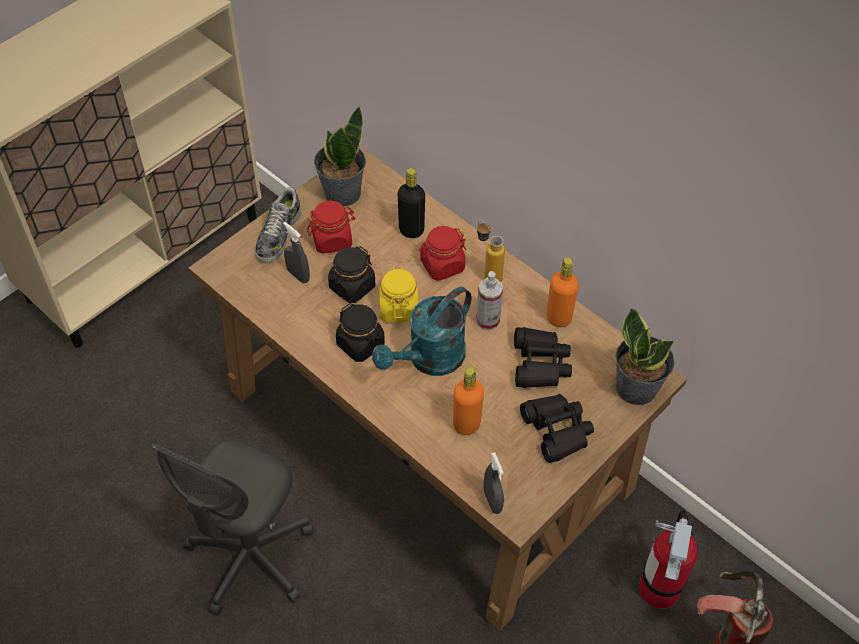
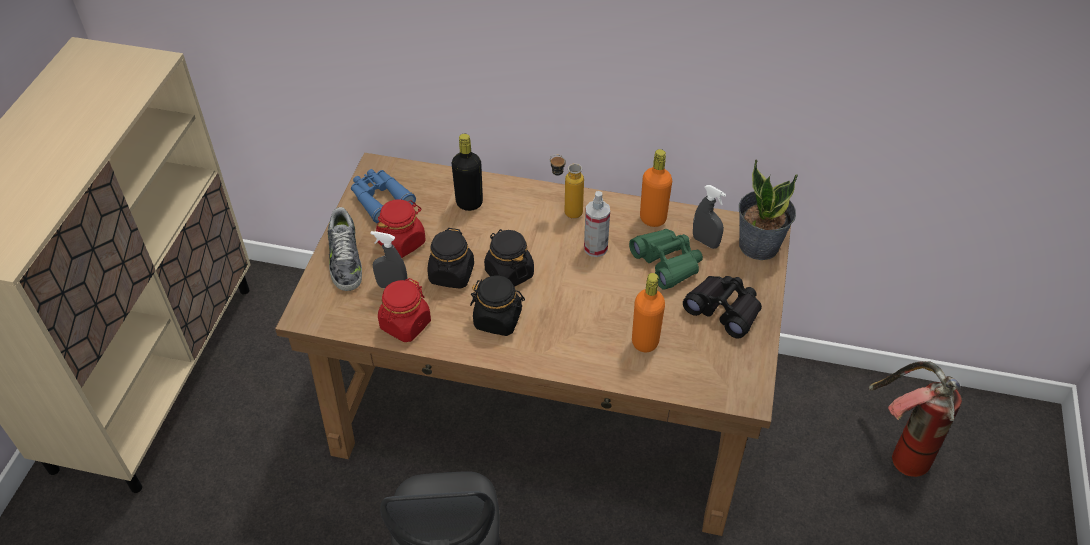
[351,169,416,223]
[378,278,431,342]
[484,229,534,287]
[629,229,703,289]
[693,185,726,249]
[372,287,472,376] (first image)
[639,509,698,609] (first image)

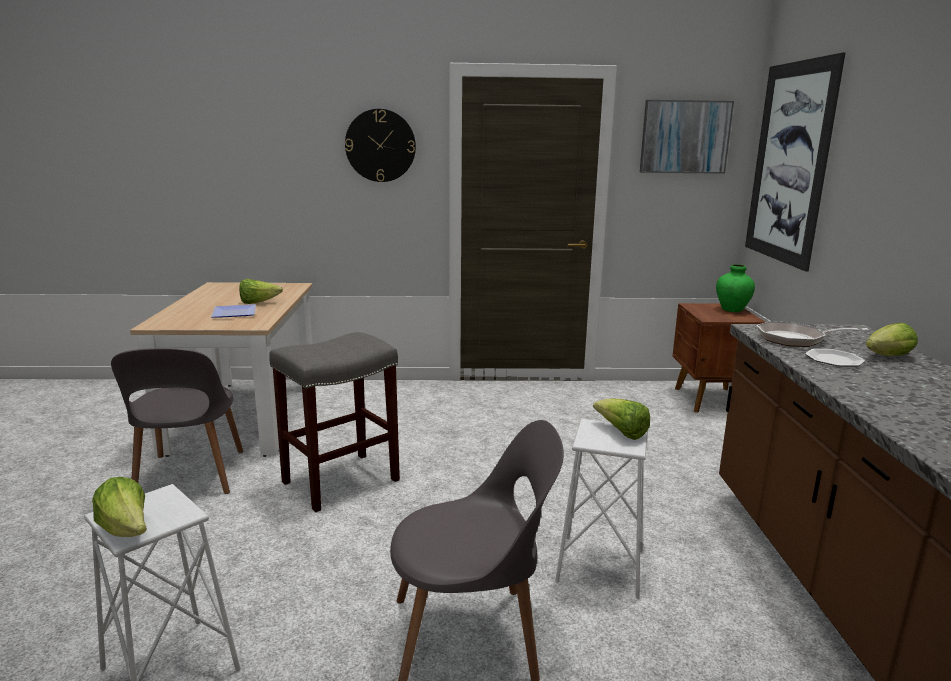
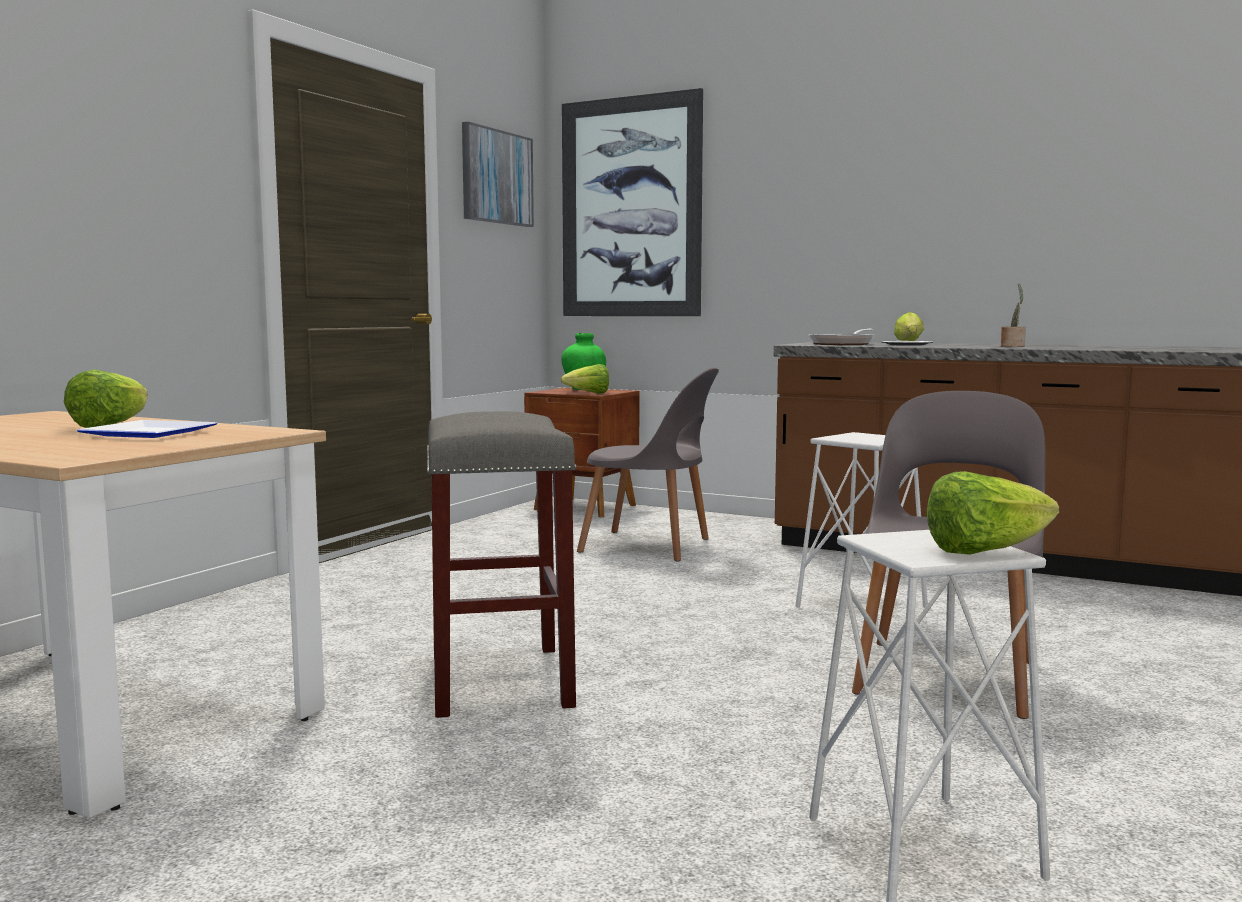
[561,364,609,394]
[577,368,719,561]
[1001,283,1026,347]
[345,109,416,182] (first image)

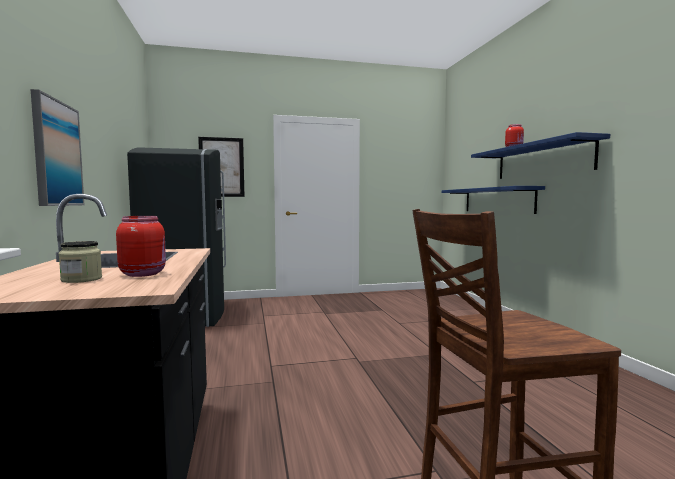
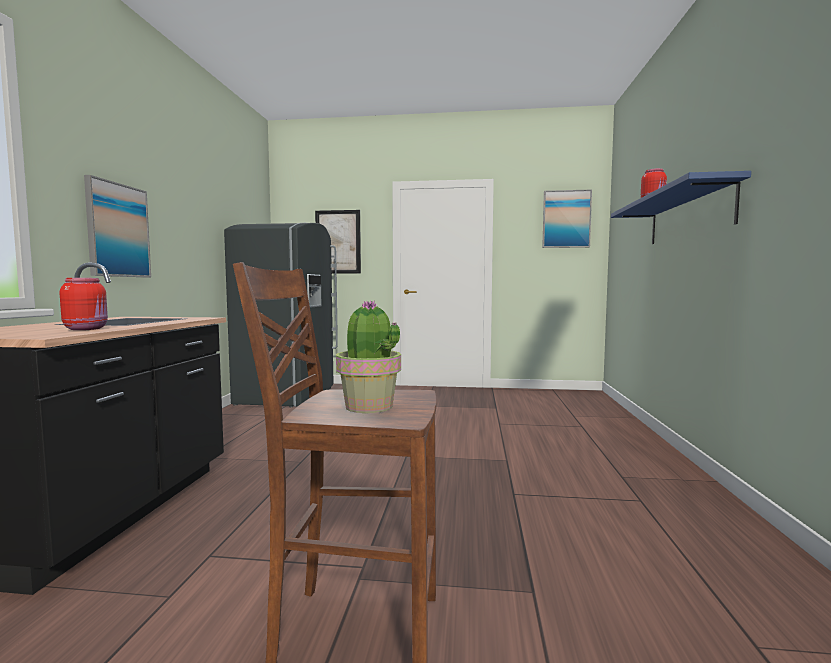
[336,300,401,413]
[542,190,592,248]
[59,241,102,283] (first image)
[442,186,545,214] (first image)

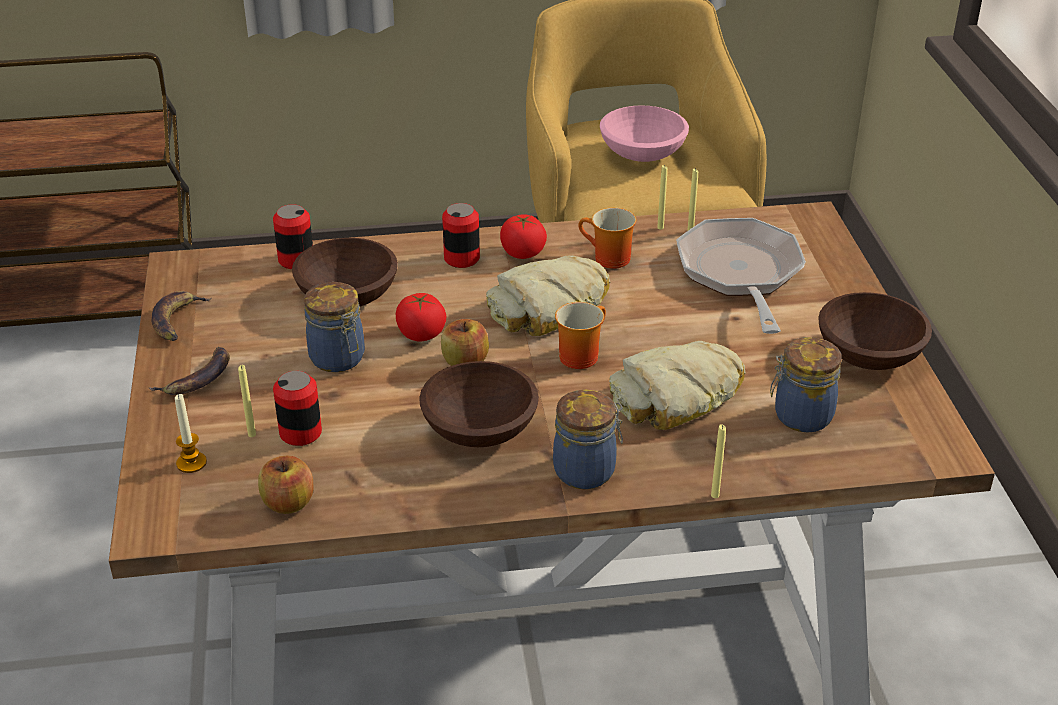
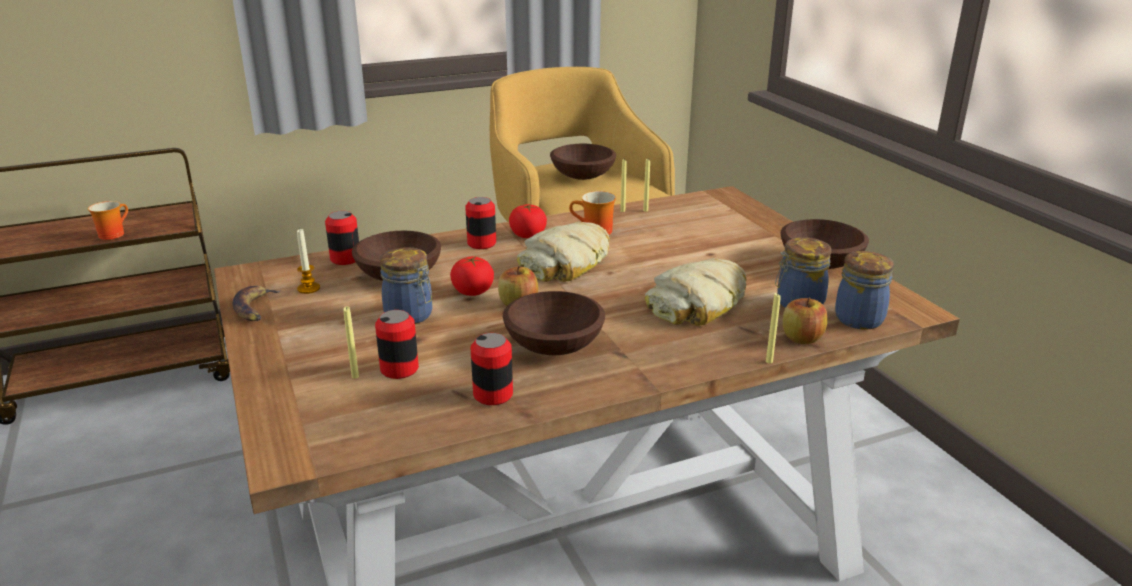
[88,201,128,240]
[297,229,320,294]
[471,333,513,405]
[550,144,616,180]
[783,298,827,344]
[835,251,894,330]
[149,347,230,395] (first image)
[676,218,806,334] (first image)

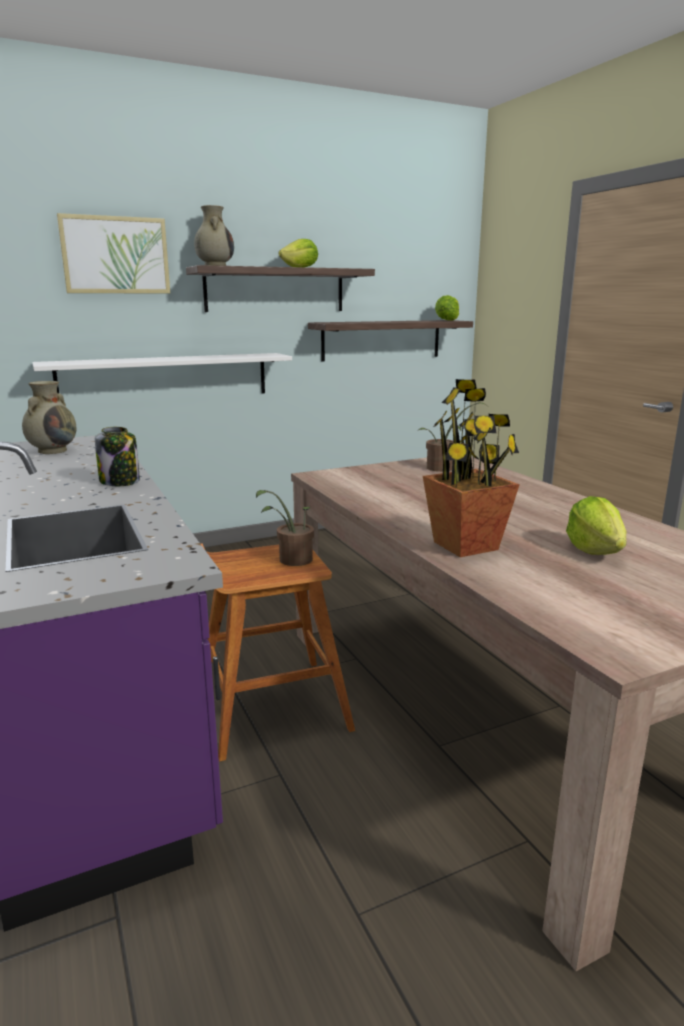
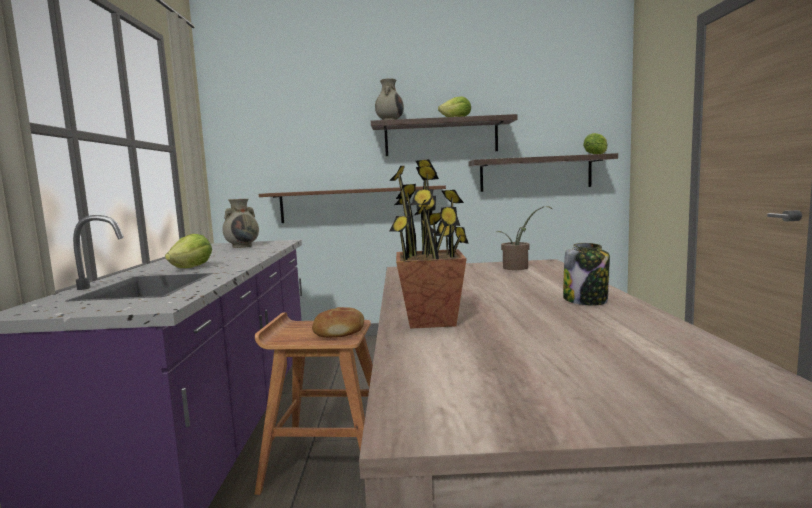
[165,234,212,268]
[259,185,446,223]
[312,307,364,338]
[563,243,610,305]
[57,213,170,294] (first image)

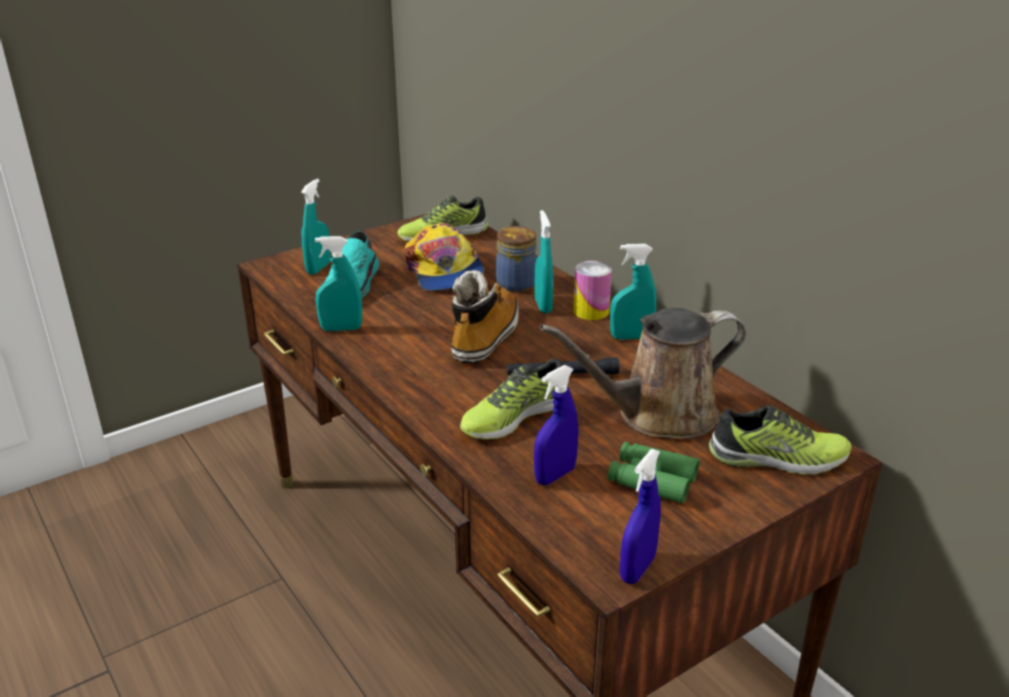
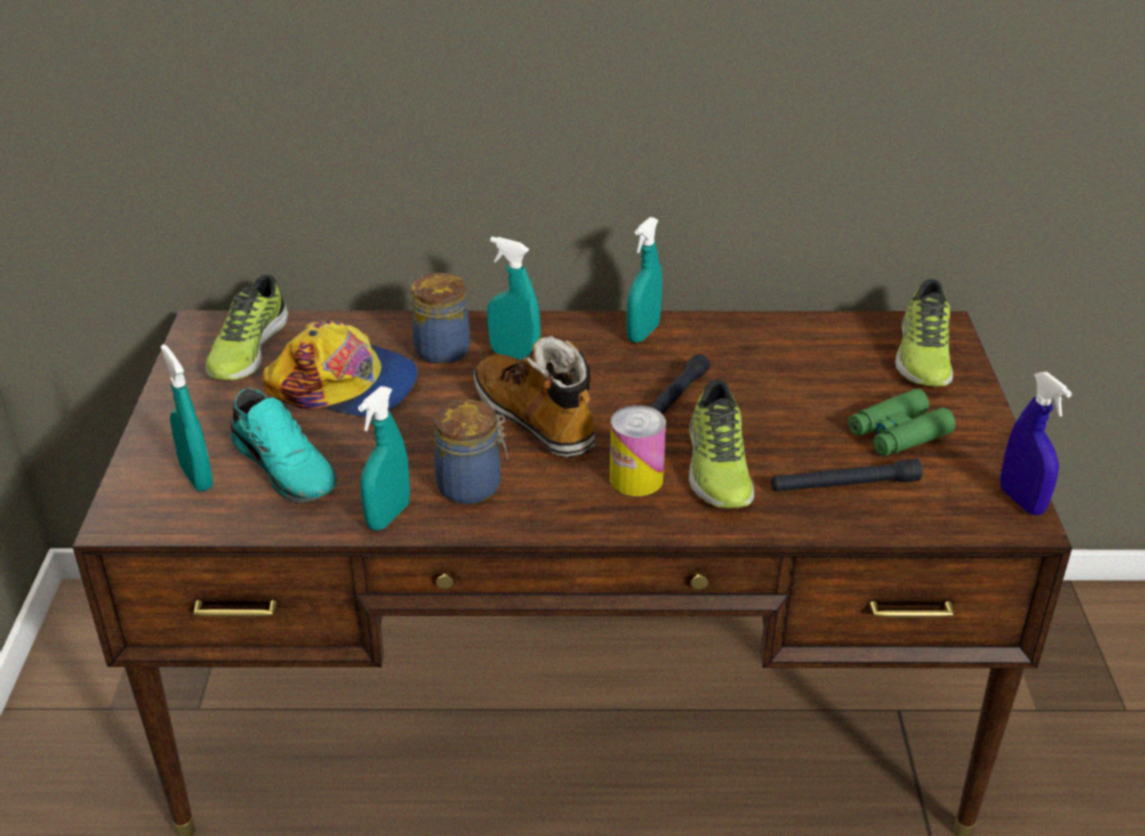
[434,400,508,504]
[610,405,666,496]
[771,459,922,492]
[895,279,953,387]
[540,308,746,439] (first image)

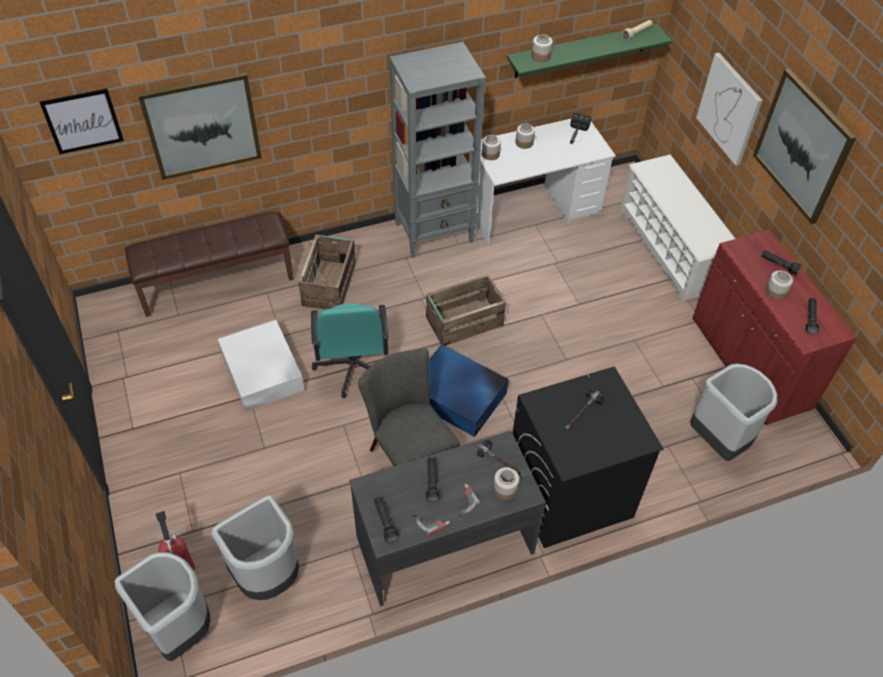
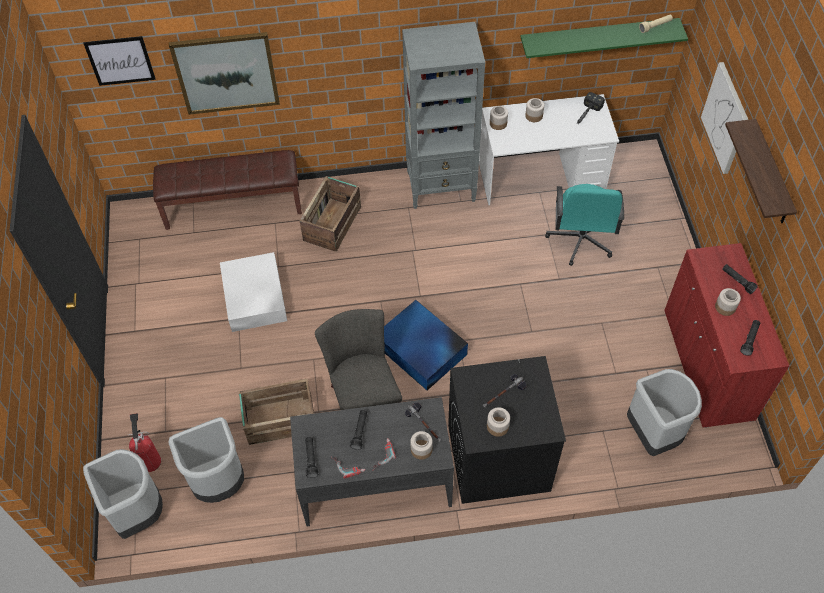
[239,379,314,445]
[487,407,510,437]
[545,184,624,266]
[725,119,797,223]
[620,155,735,303] (first image)

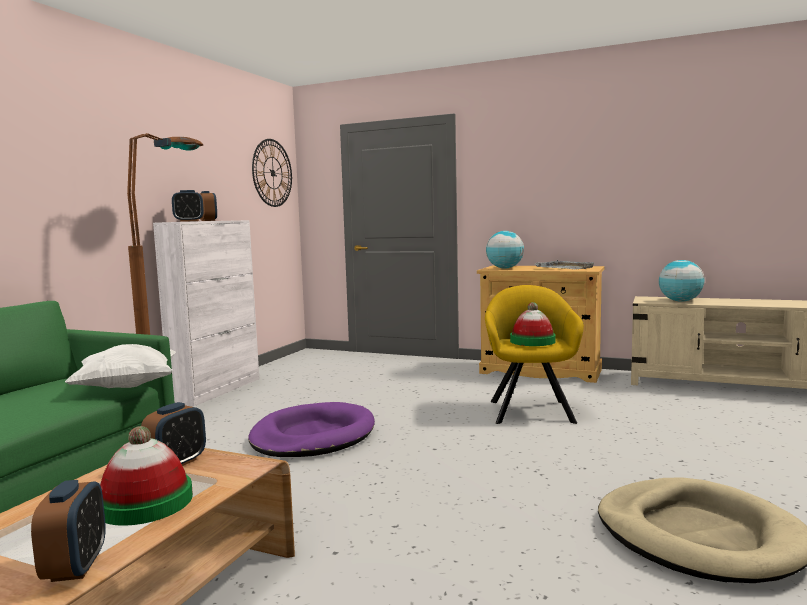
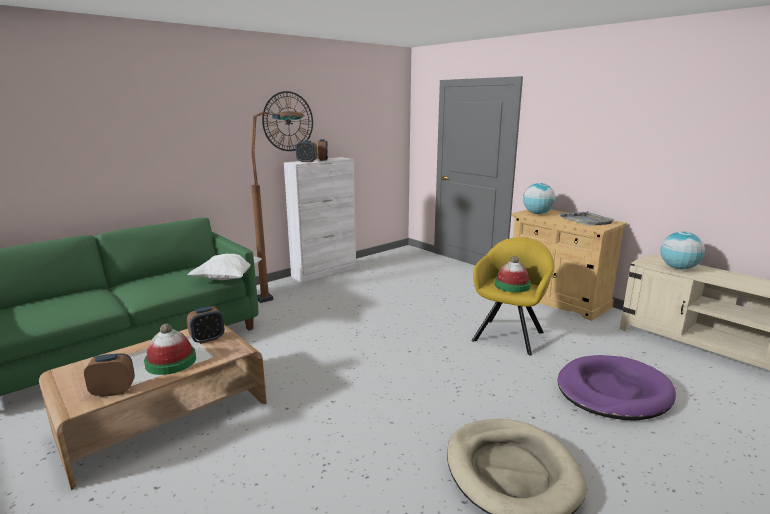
[84,353,135,397]
[262,91,313,151]
[558,355,676,421]

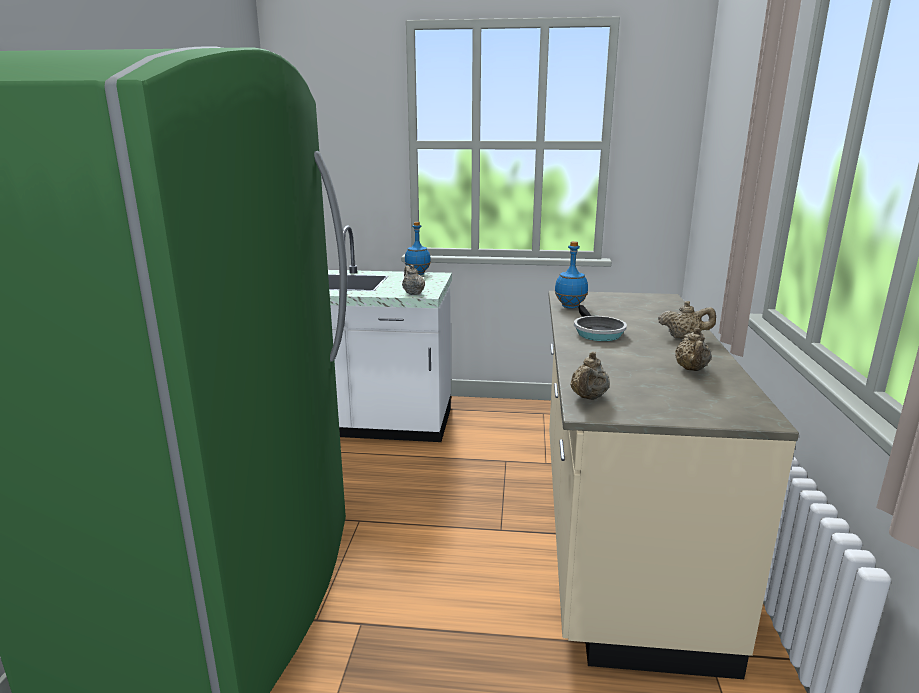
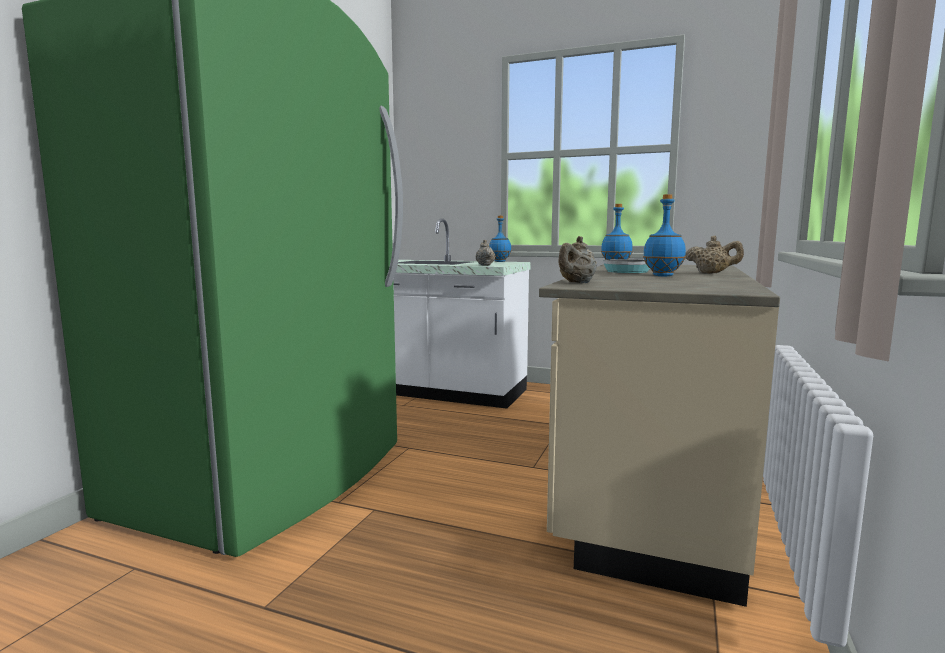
[643,194,686,276]
[675,328,711,371] (first image)

